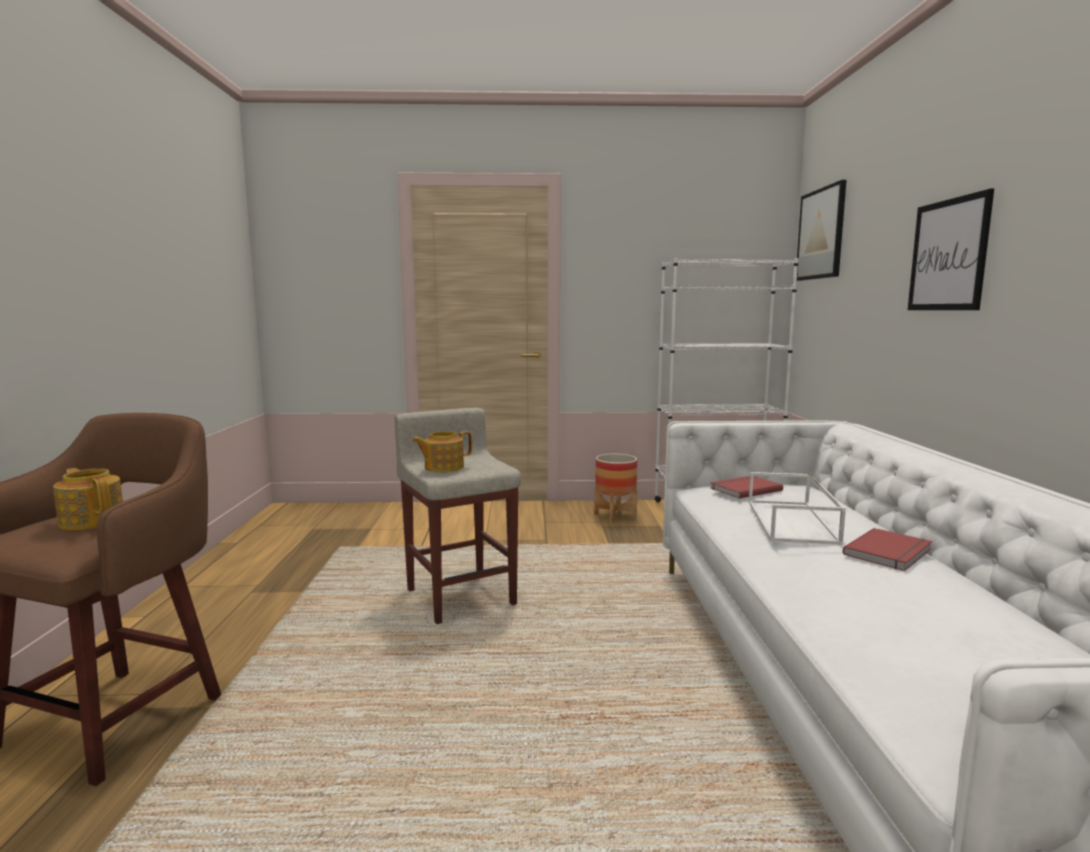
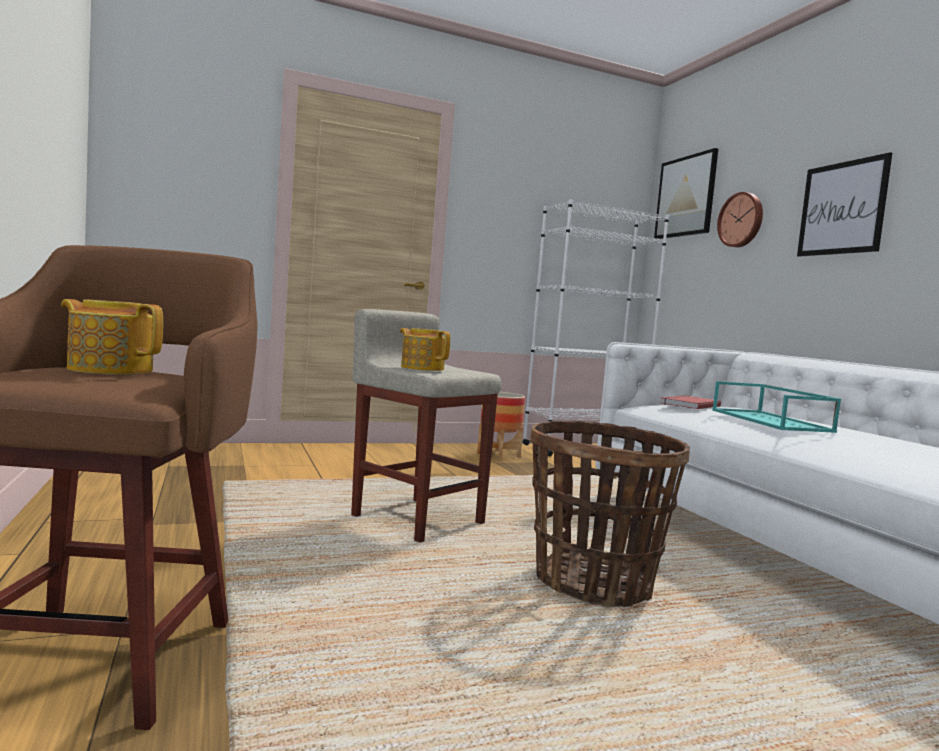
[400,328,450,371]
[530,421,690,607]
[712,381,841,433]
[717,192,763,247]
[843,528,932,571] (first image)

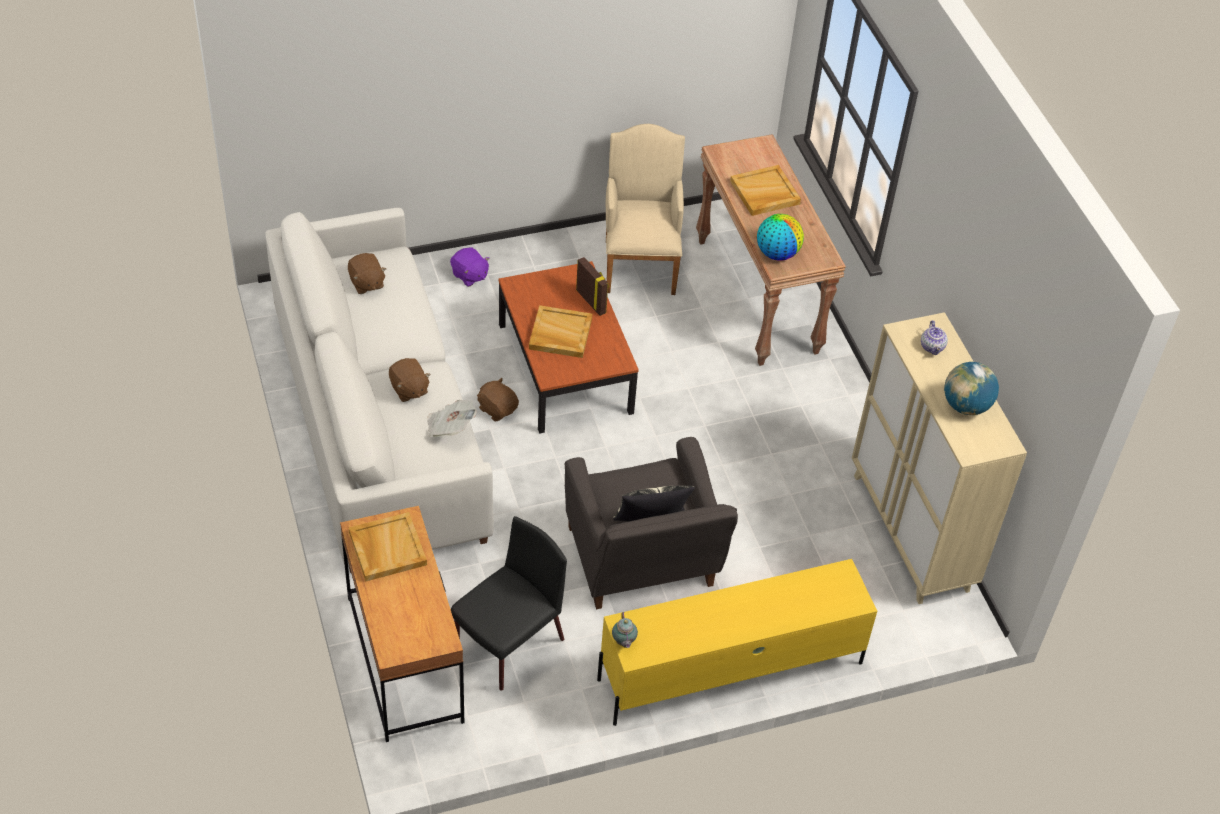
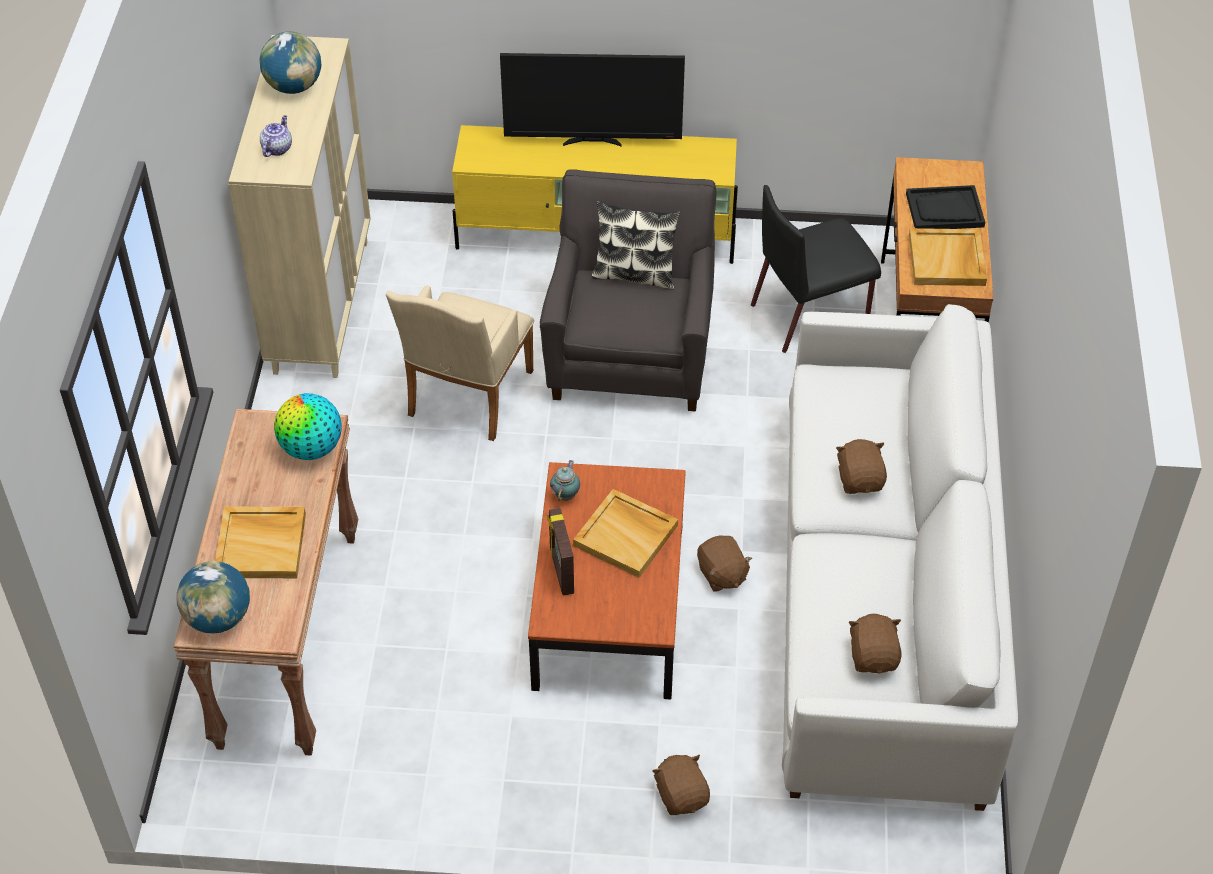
[177,561,250,634]
[386,285,534,441]
[500,53,685,147]
[550,460,580,501]
[652,755,710,815]
[906,185,985,229]
[427,400,477,437] (first image)

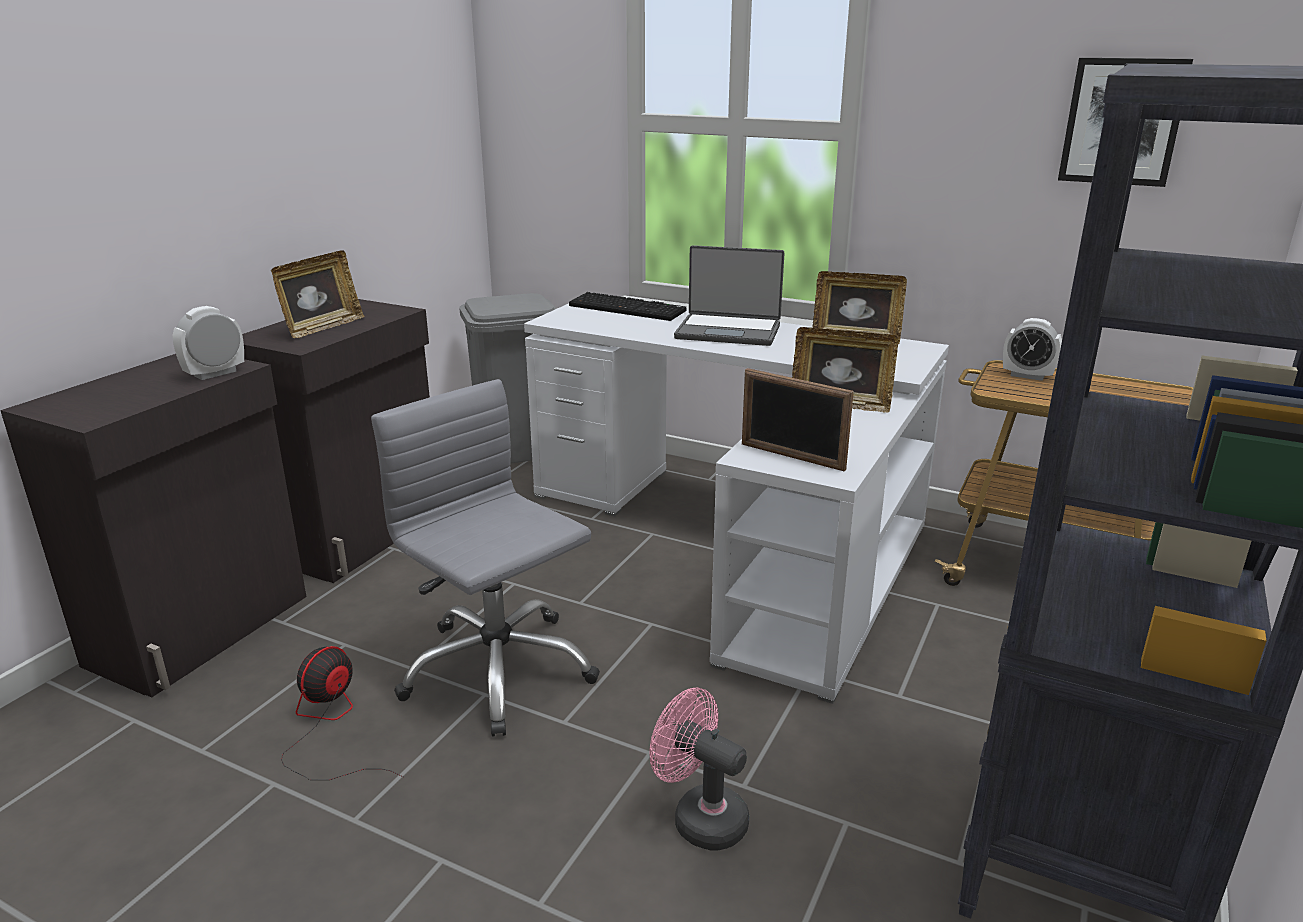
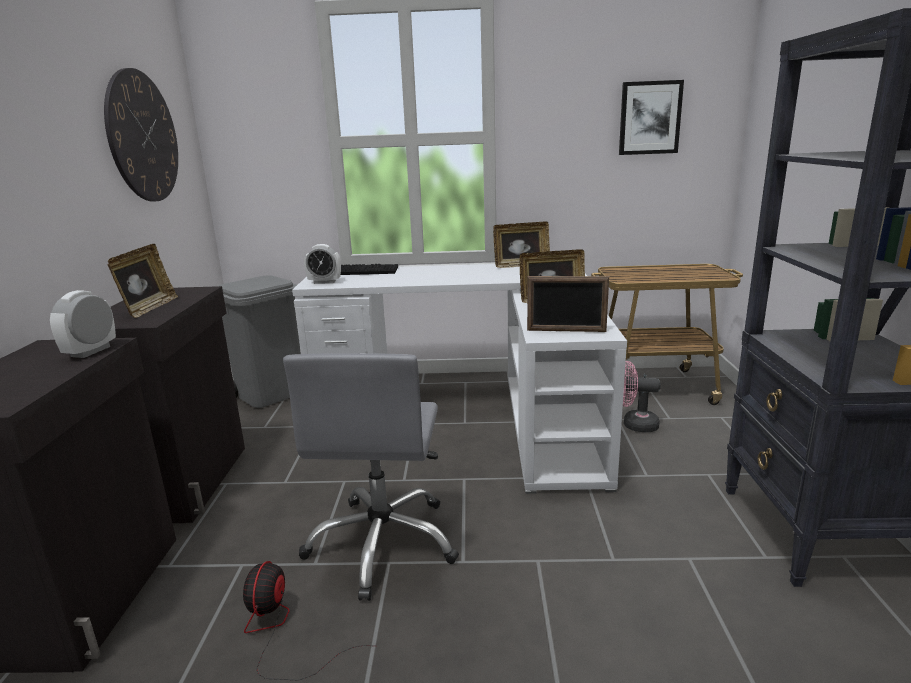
[104,68,178,202]
[283,353,459,601]
[304,244,341,284]
[623,361,660,432]
[674,245,784,346] (first image)

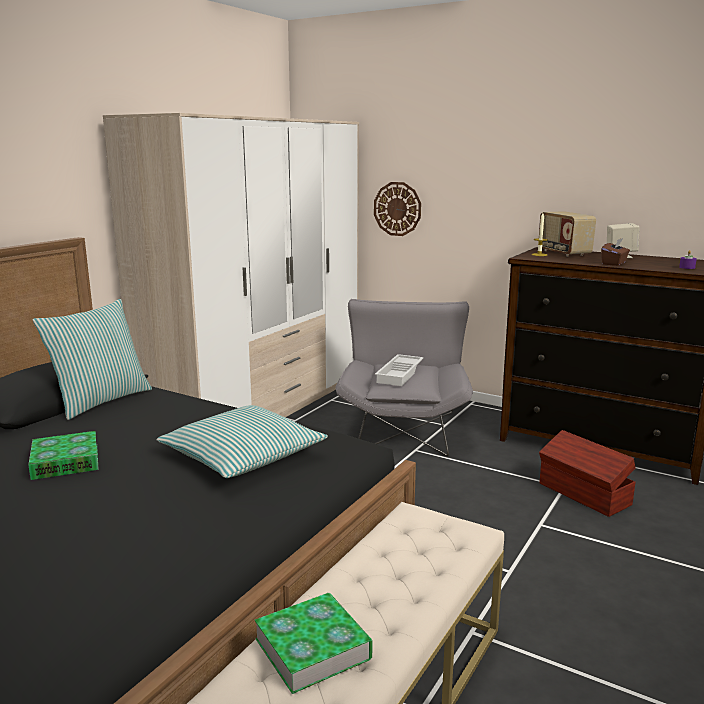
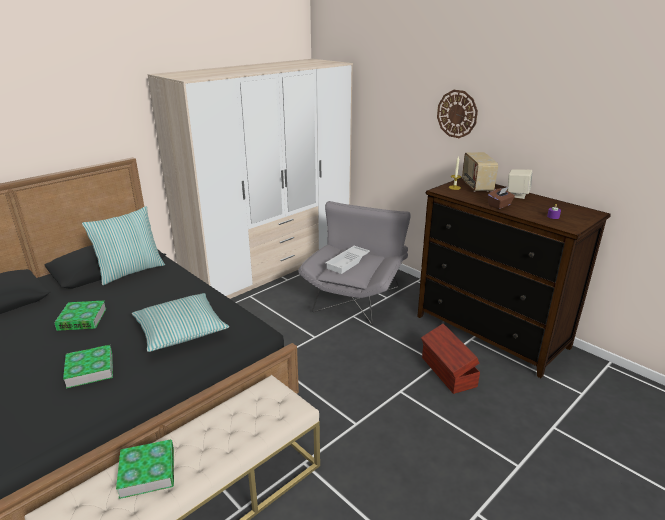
[63,345,113,388]
[437,90,478,138]

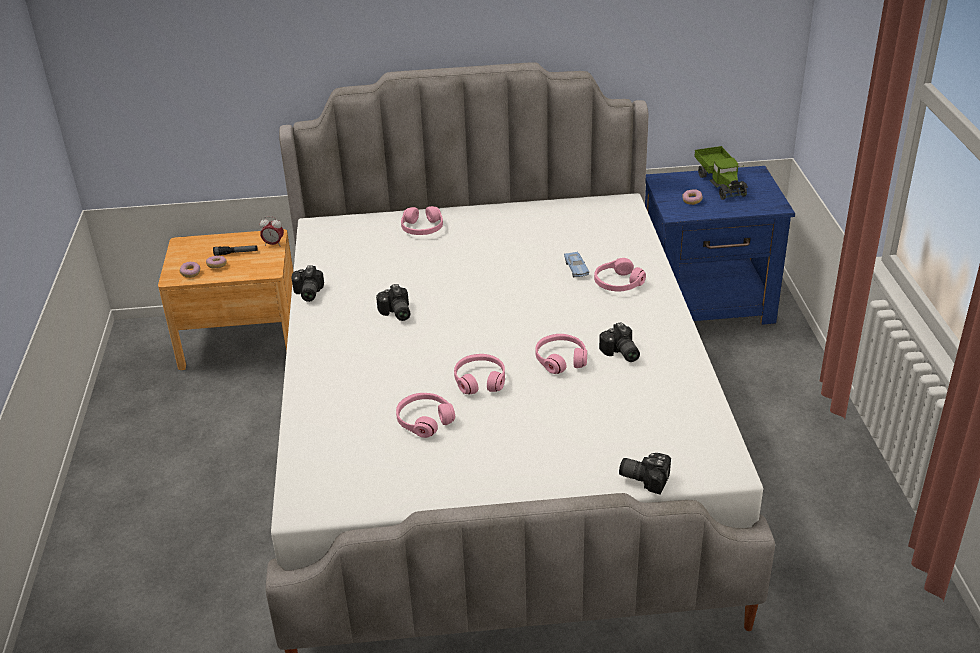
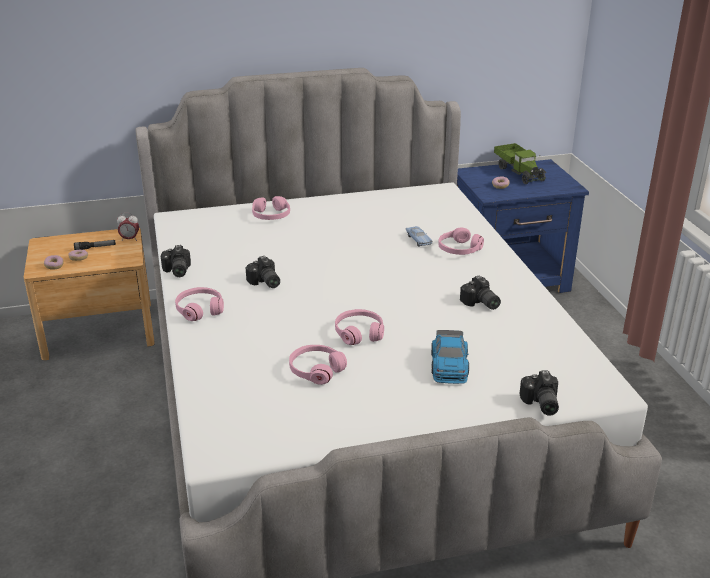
[175,287,224,321]
[431,330,469,384]
[519,370,559,416]

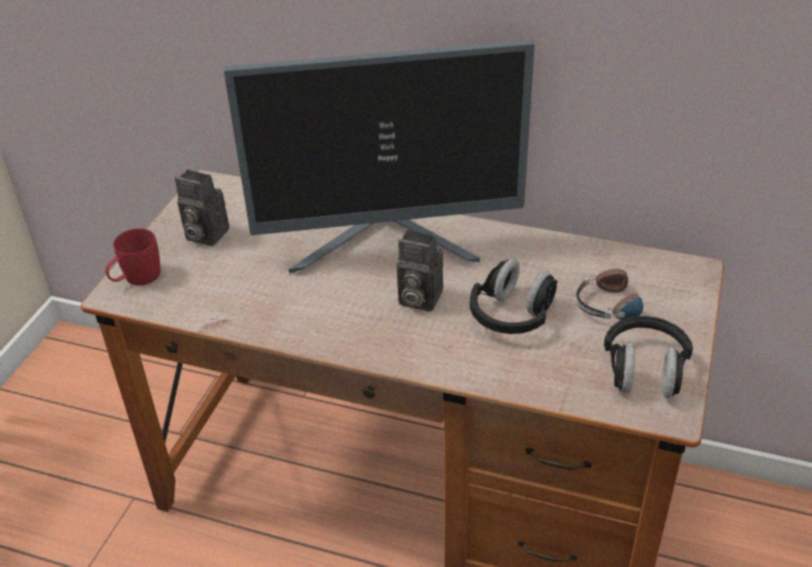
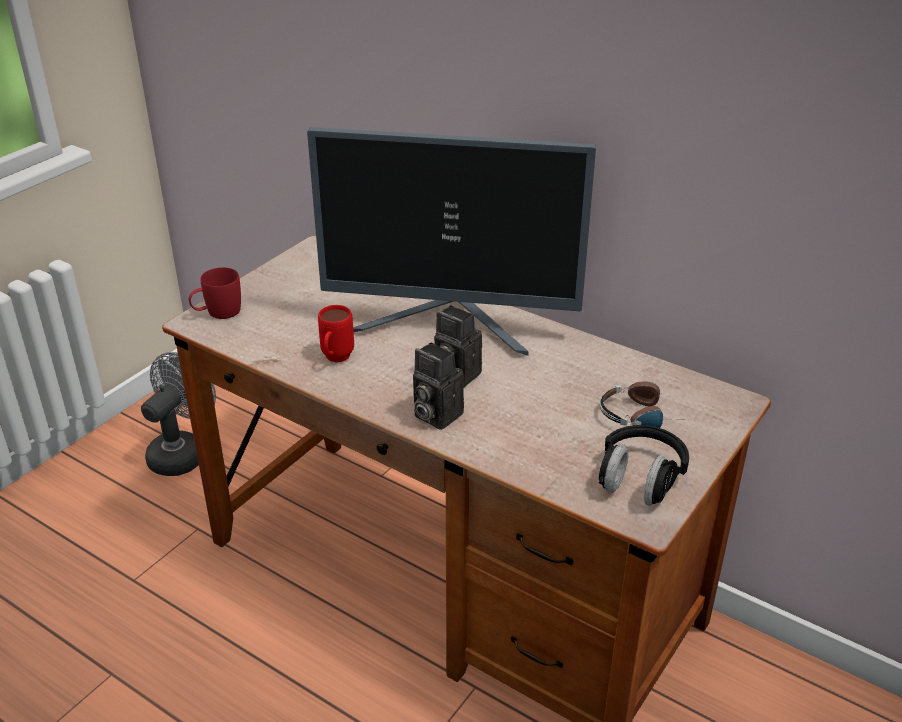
[141,352,216,476]
[318,305,354,362]
[413,342,464,430]
[470,258,558,334] (first image)

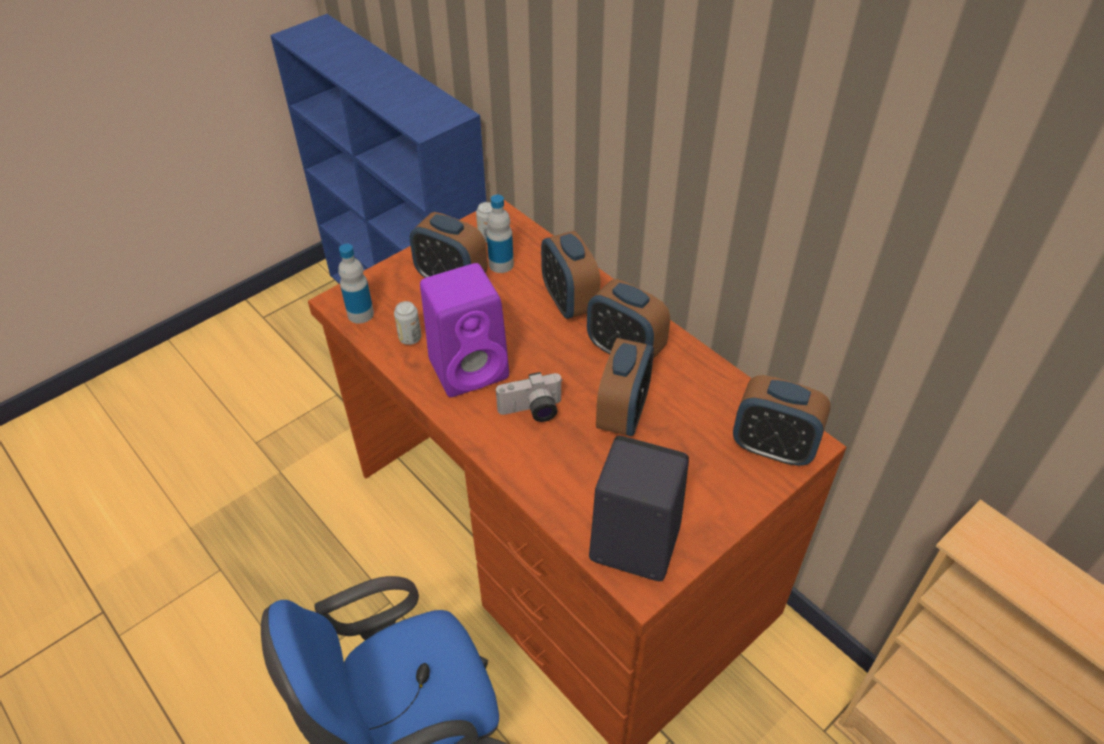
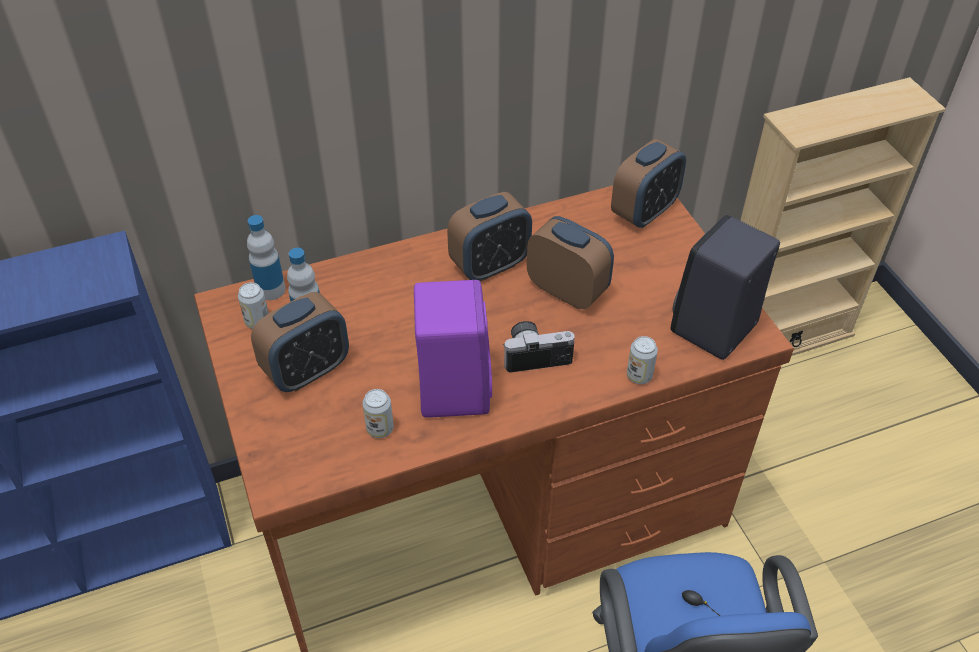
[247,215,286,300]
[503,321,575,373]
[627,336,658,384]
[541,231,600,319] (first image)

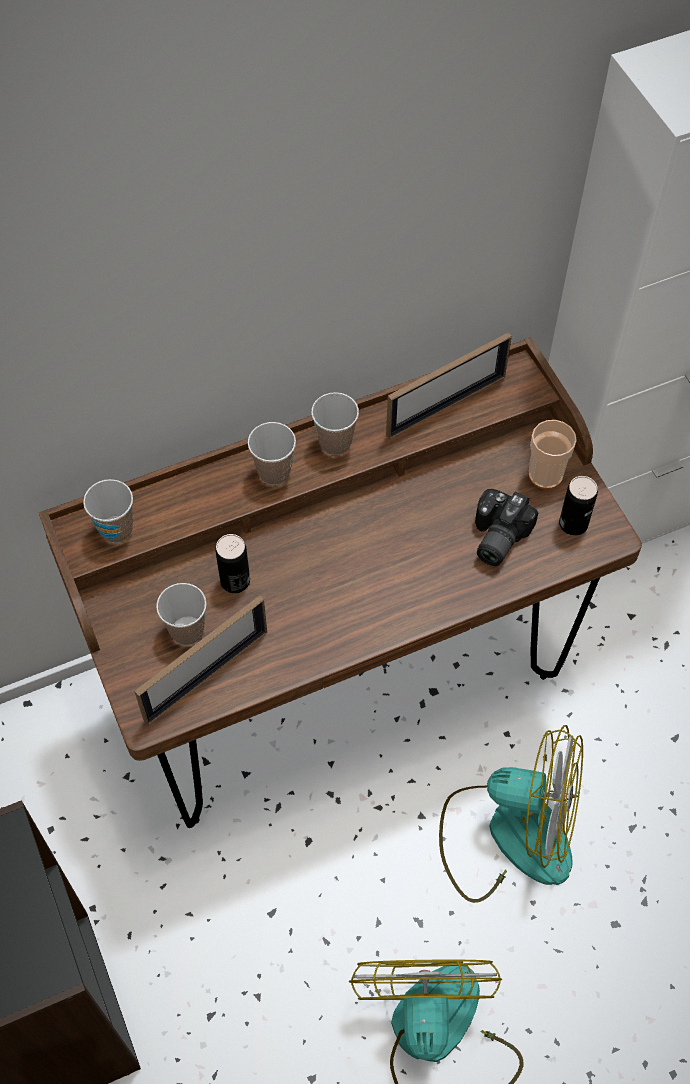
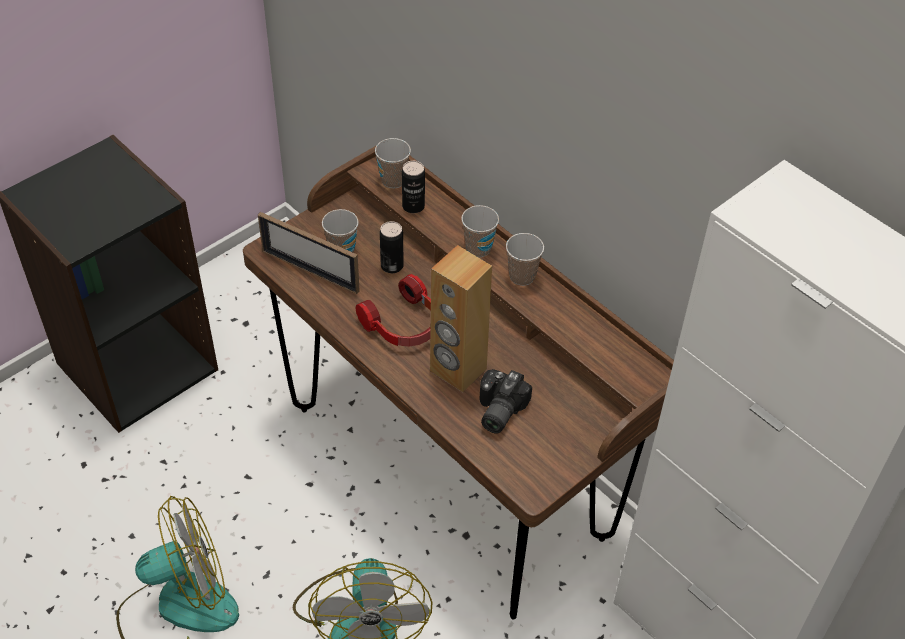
[355,274,431,346]
[402,161,425,213]
[430,245,492,392]
[480,369,532,434]
[386,333,512,439] (first image)
[528,420,577,490] (first image)

